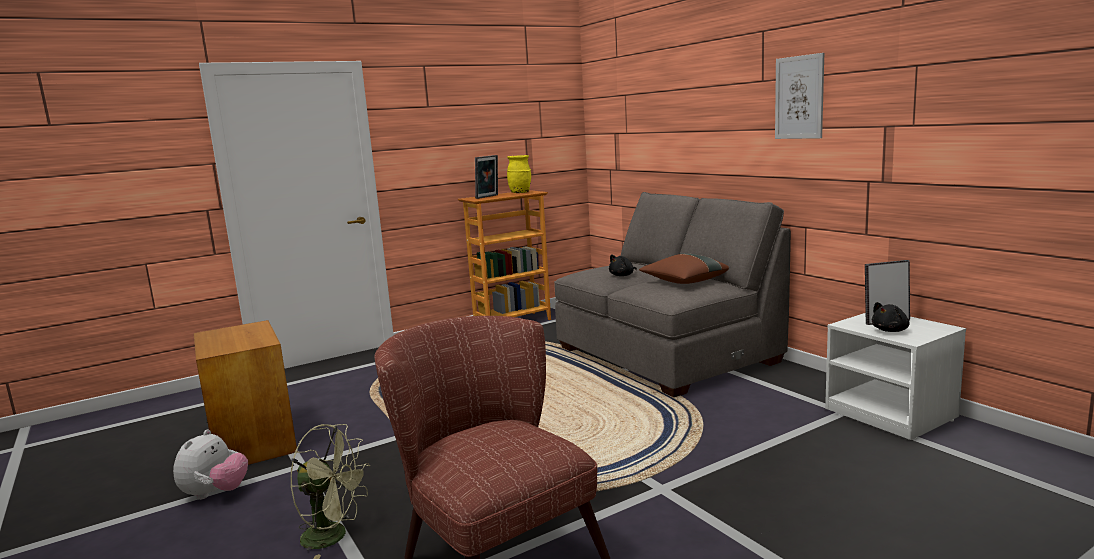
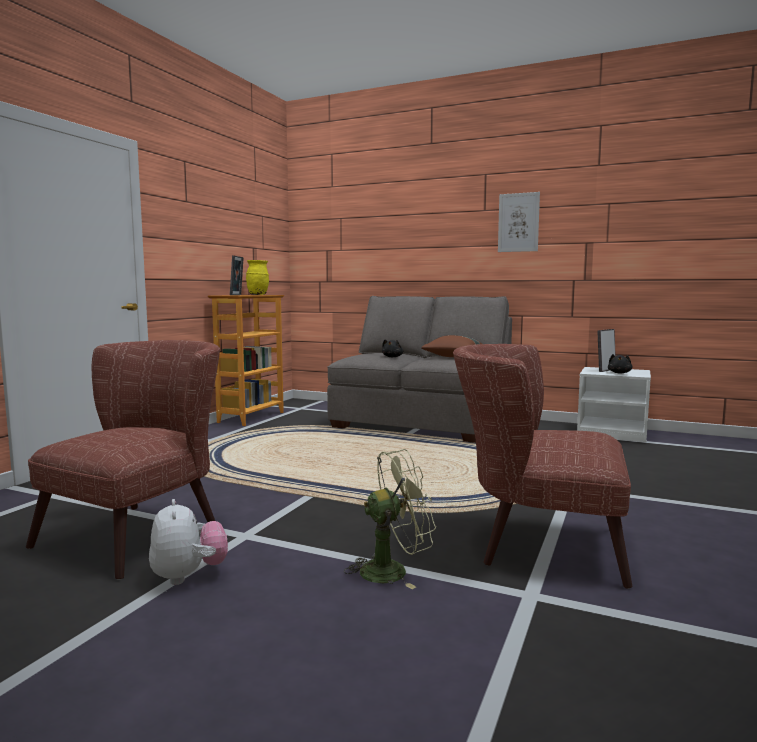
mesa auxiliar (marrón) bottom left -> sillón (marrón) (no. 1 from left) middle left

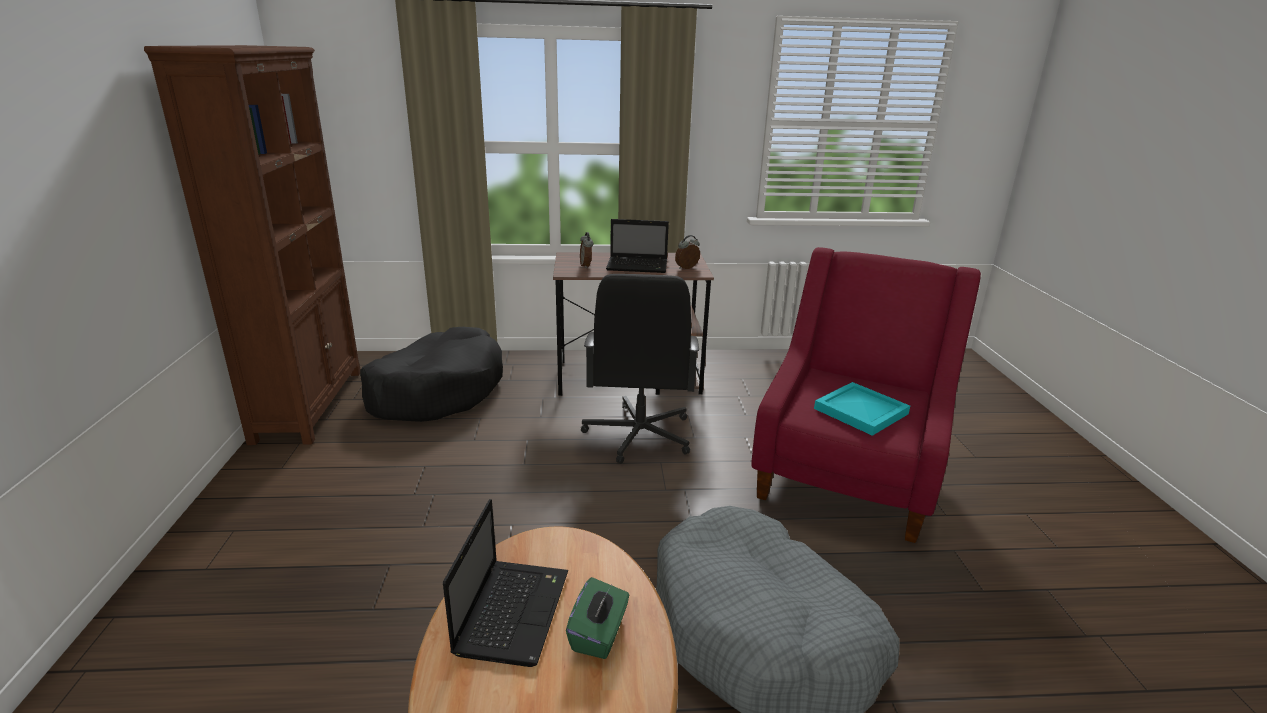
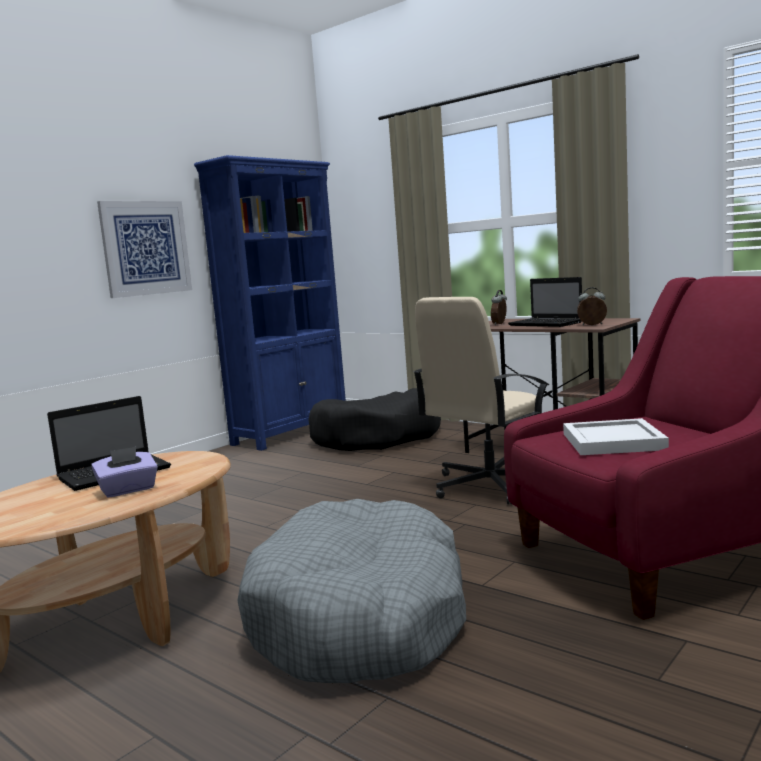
estantería (marrón) middle left -> estantería (azul) centre
silla de oficina (negro) centre -> silla de oficina (beis) centre
bandeja (turquesa) middle right -> bandeja (blanco) middle right
caja de pañuelos (verde) bottom centre -> caja de pañuelos (morado) middle left
none -> cuadro top left

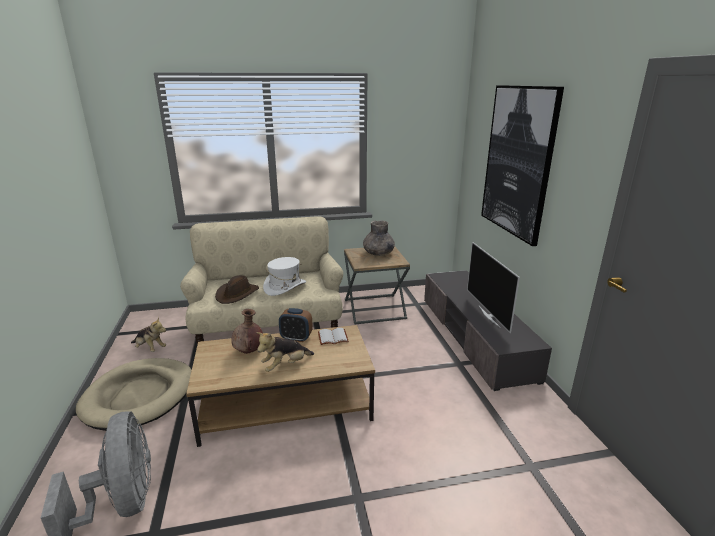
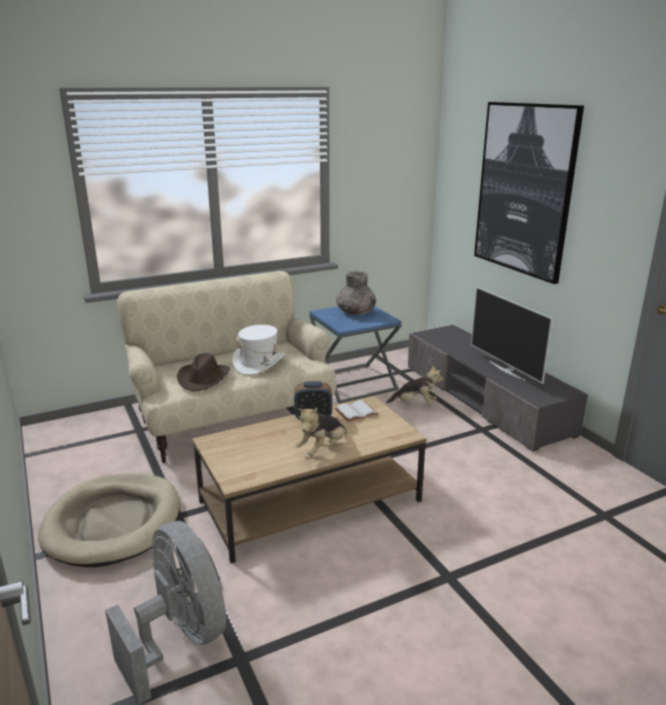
mesa auxiliar (marrón) centre -> mesa auxiliar (azul) centre
florero (marrón) centre -> none
peluche (no. 1 from left in the first image) middle left -> peluche (no. 2 from left) centre, shifted

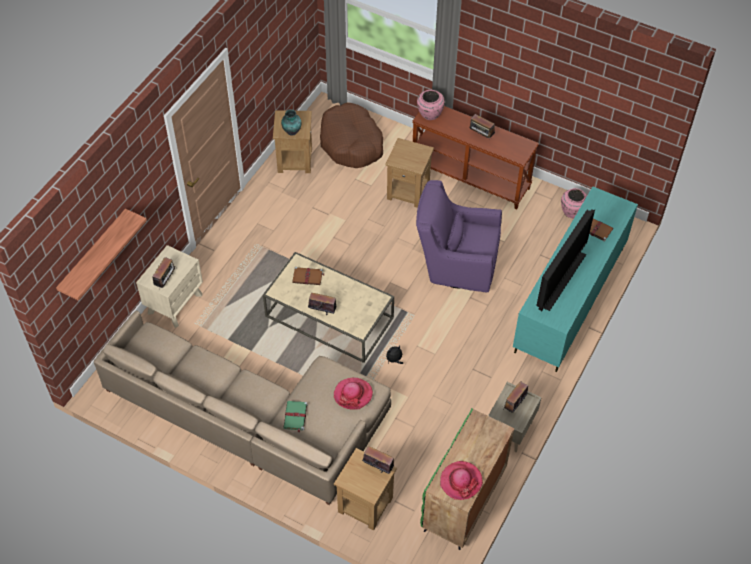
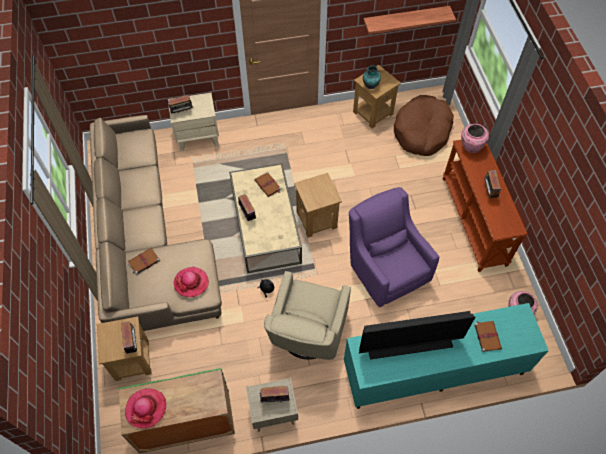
mesa auxiliar (marrón) (no. 3 from left in the first image) top centre -> mesa auxiliar (marrón) (no. 2 from left) centre, shifted
estante middle left -> estante top right, shifted
libro (verde) bottom centre -> libro (marrón) (no. 1 from left) middle left
none -> sillón (beis) bottom centre

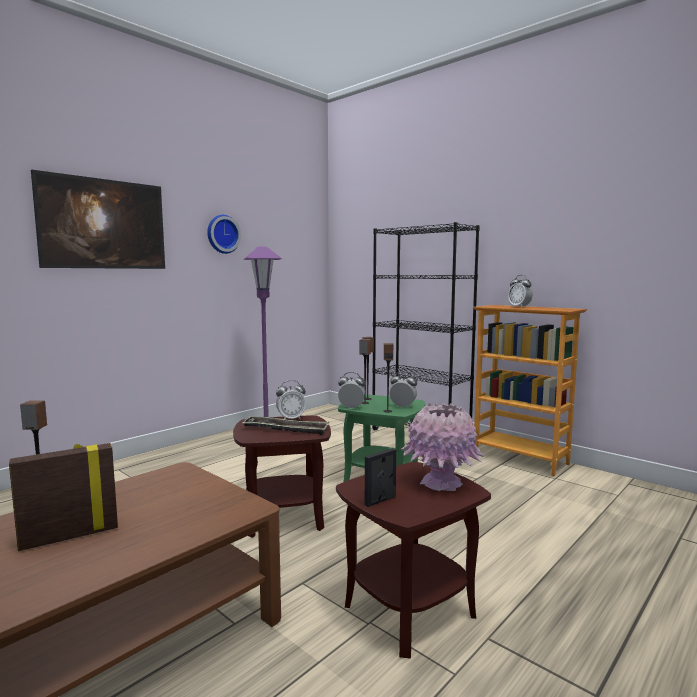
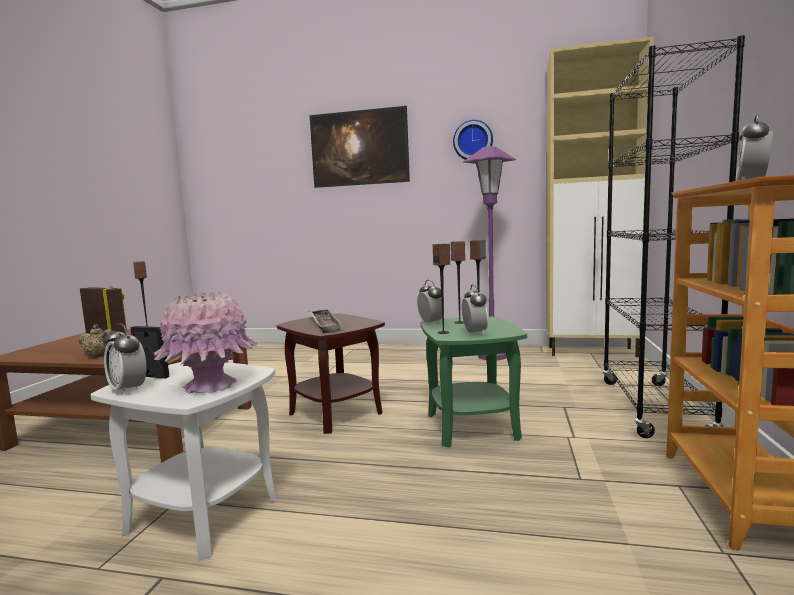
despertador (no. 1 from left) centre -> despertador (no. 1 from left) middle left, shifted
mesa auxiliar (marrón) (no. 2 from left) bottom centre -> mesa auxiliar (blanco) bottom left
none -> armario (beis) top right
none -> tetera (beis) middle left

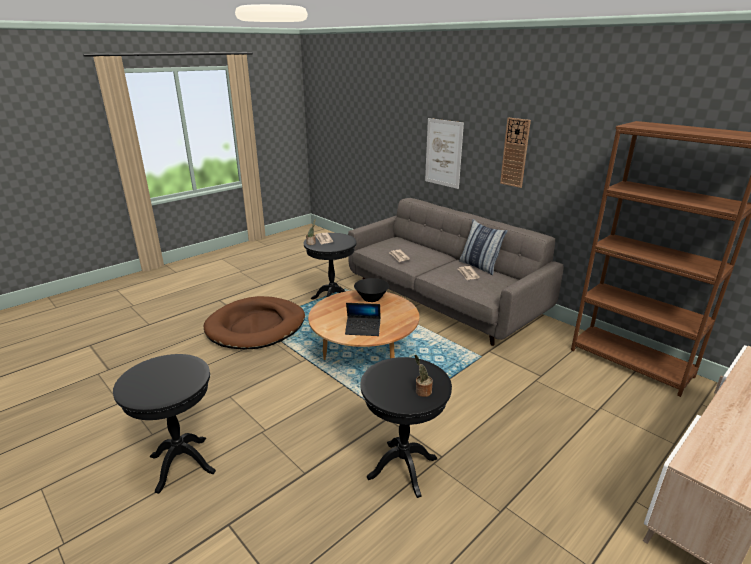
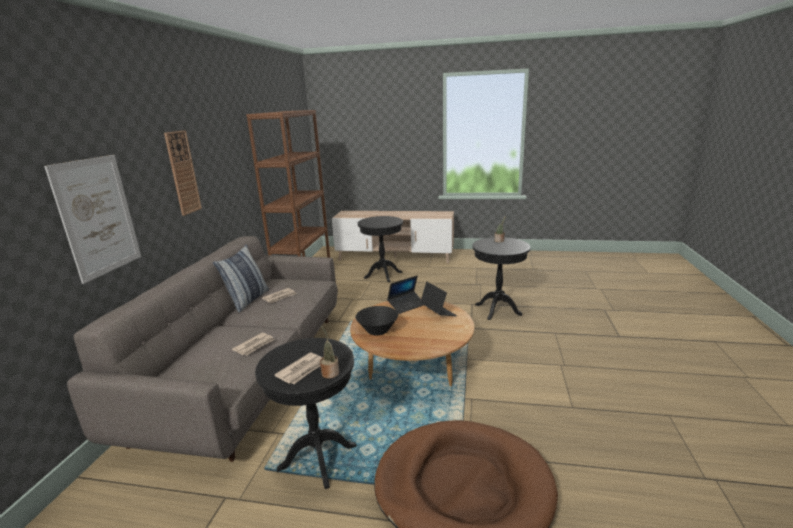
mesa auxiliar (negro) (no. 1 from left in the first image) bottom left -> mesa auxiliar (negro) (no. 2 from left) centre, shifted
none -> portátil (no. 1 from left) centre

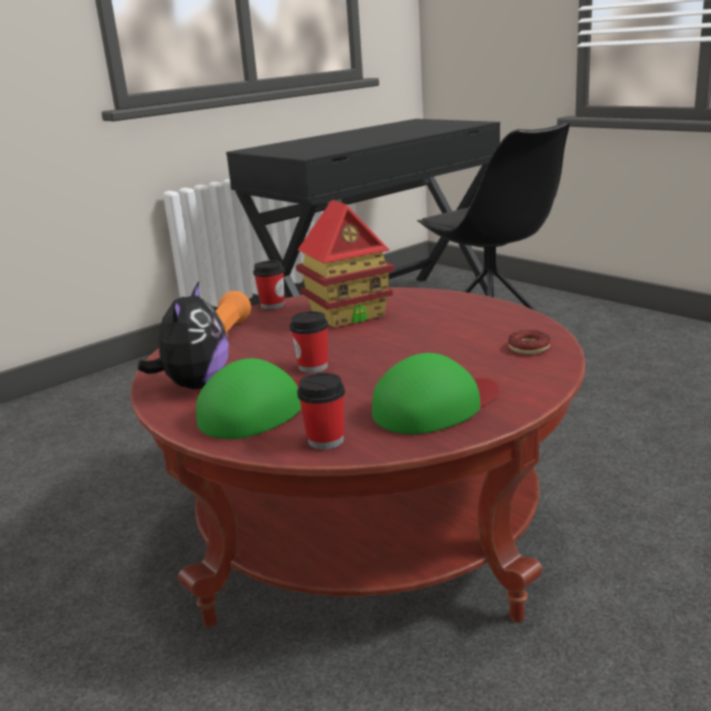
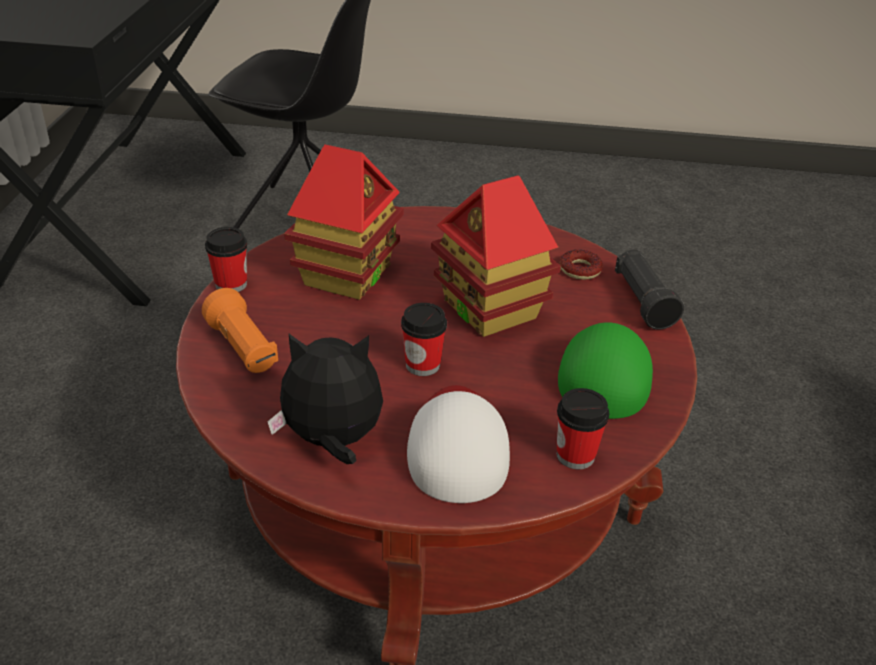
peluche middle left -> peluche centre, 60 degrees counterclockwise
gorra (verde) (no. 1 from left) centre -> gorra (blanco) bottom centre
none -> casita (no. 2 from left) centre
none -> linterna (negro) middle right

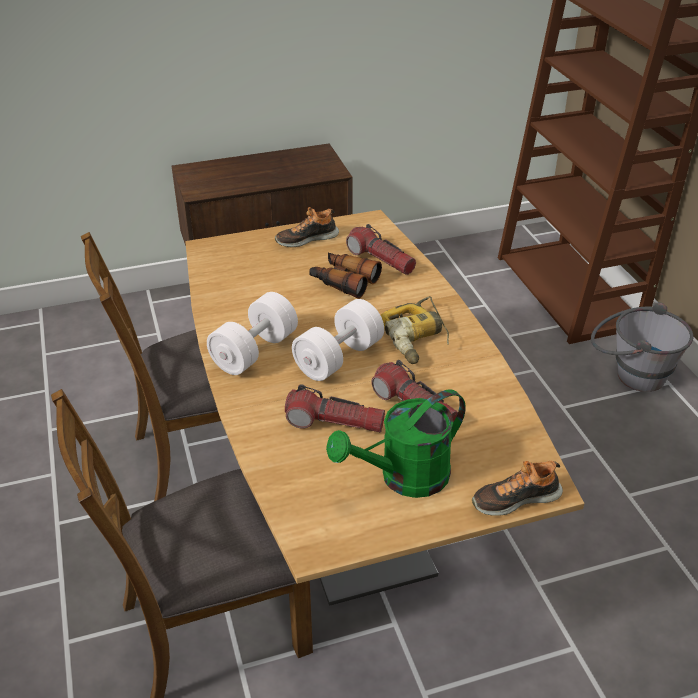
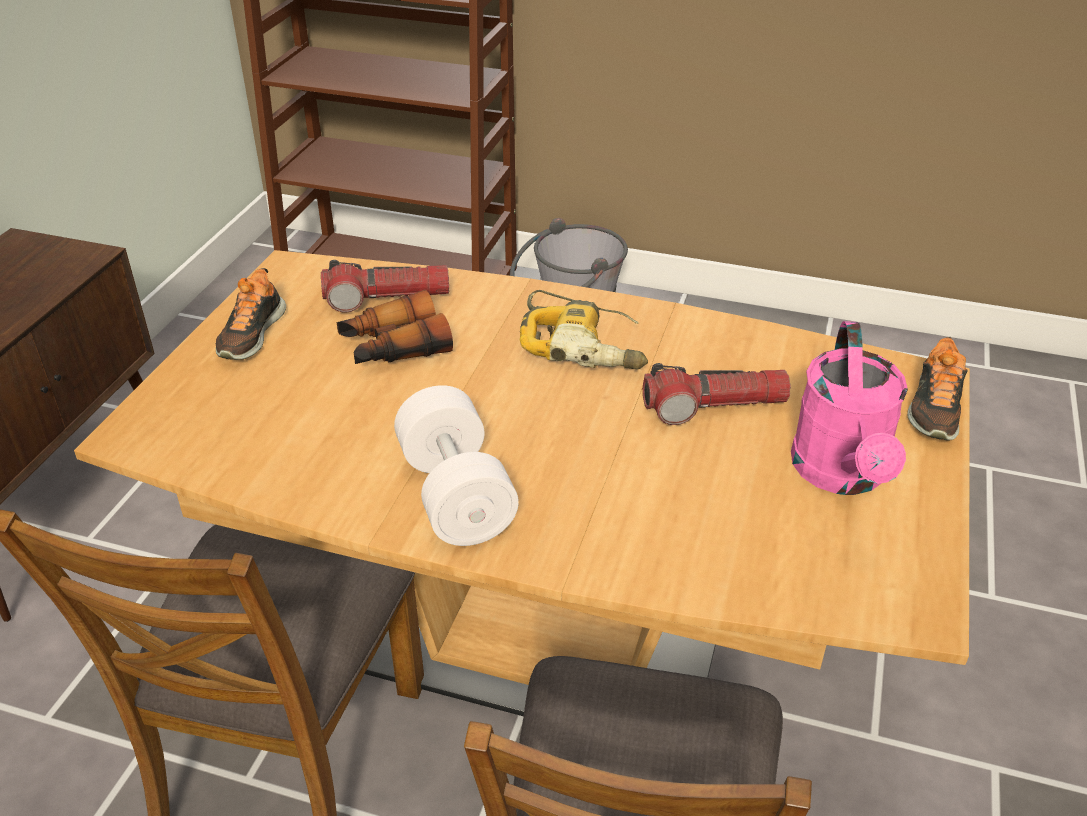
mancuerna (blanco) (no. 2 from left) centre -> none
linterna (no. 1 from left) centre -> none
regadera (verde) centre -> regadera (rosa) middle right

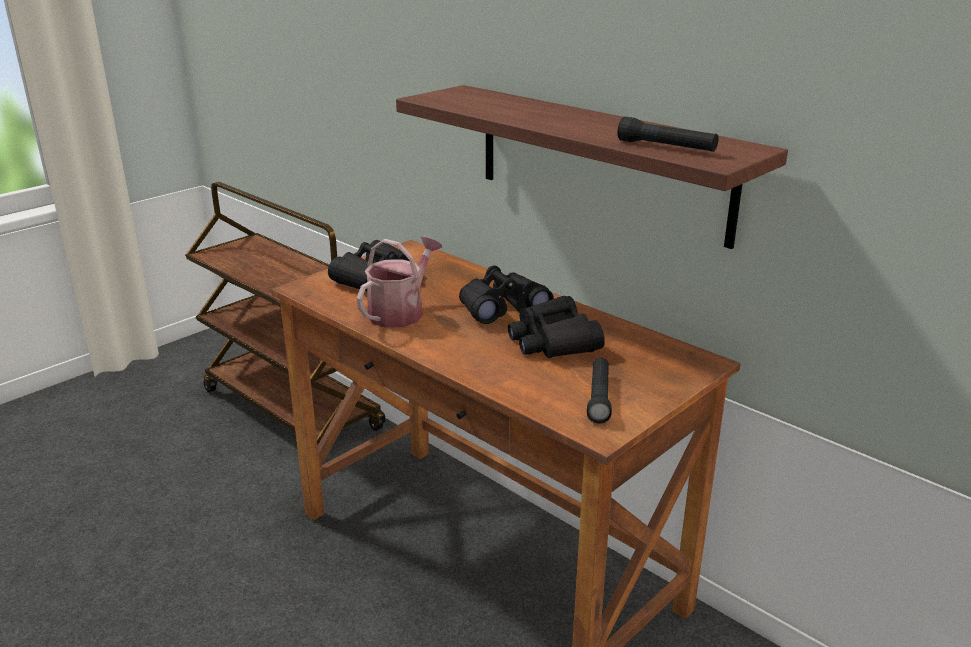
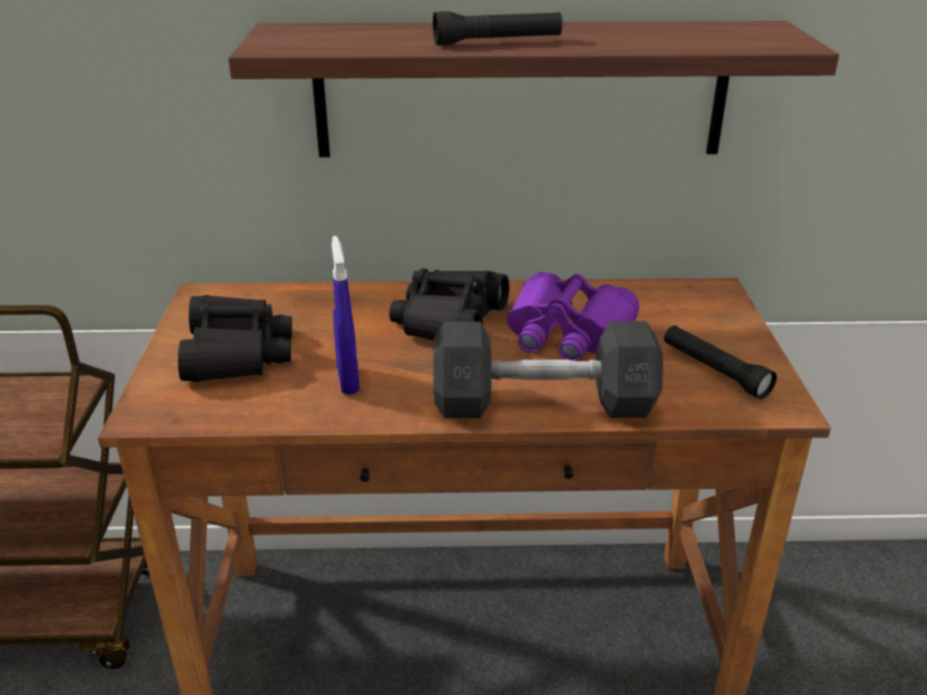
linterna (negro) (no. 2 from left in the first image) top right -> linterna (negro) (no. 1 from left) top centre, shifted
regadera centre -> pulverizador (azul) centre
prismáticos (negro) (no. 3 from left) centre -> prismáticos (morado) centre
none -> mancuerna (gris) centre

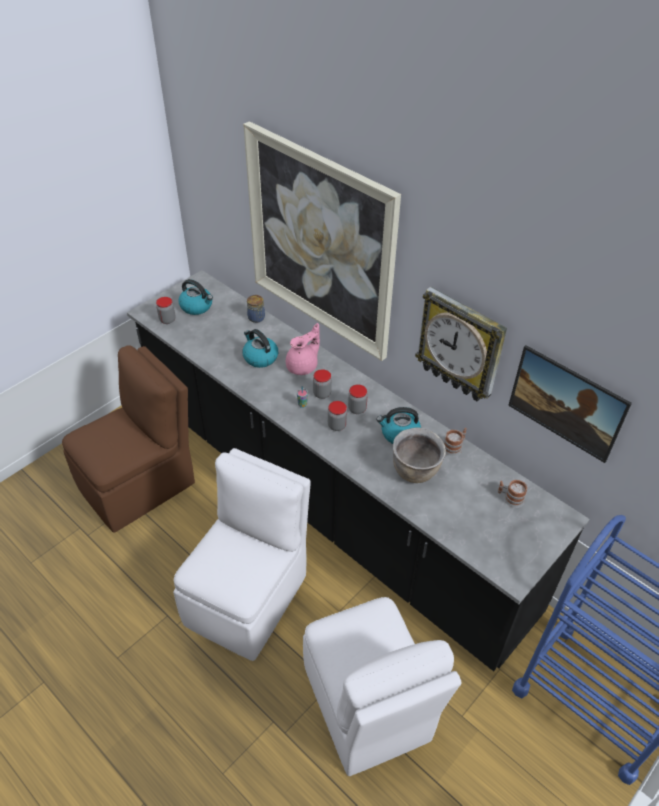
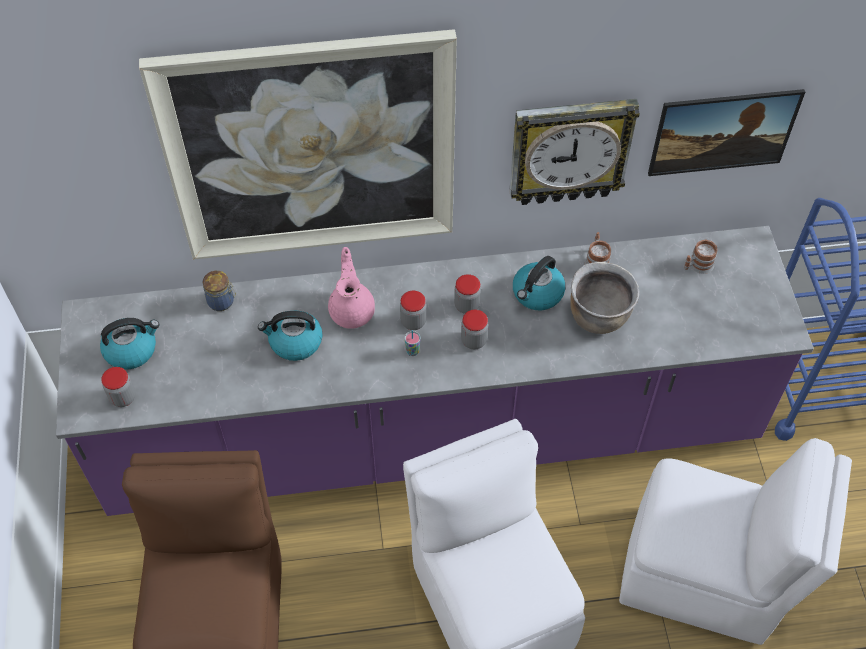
mueble bajo de cocina (negro) centre -> mueble bajo de cocina (morado) centre

